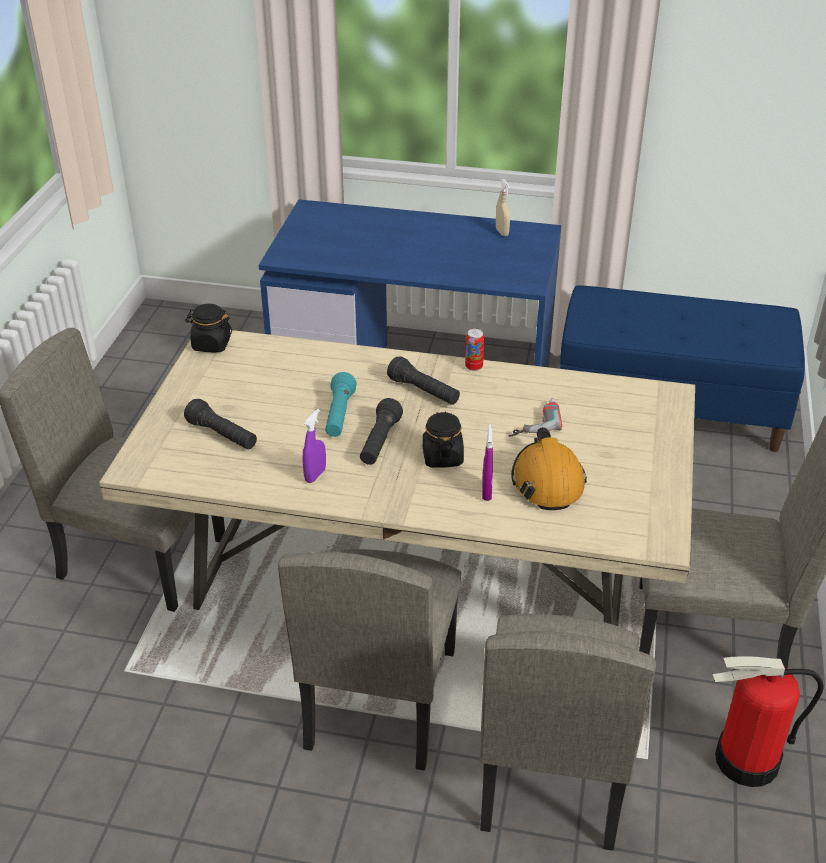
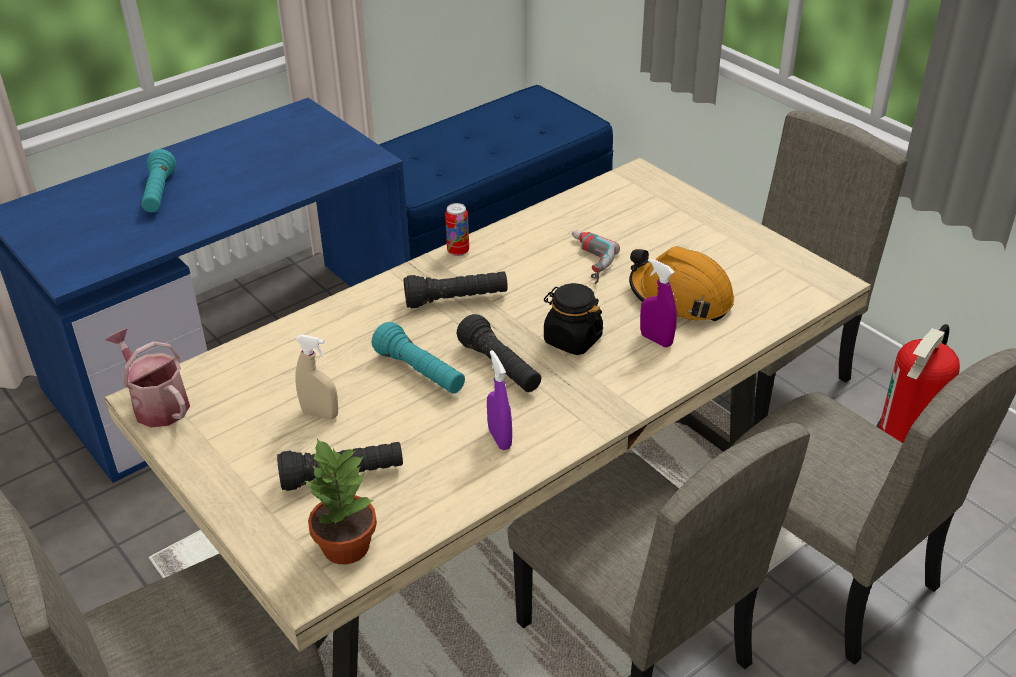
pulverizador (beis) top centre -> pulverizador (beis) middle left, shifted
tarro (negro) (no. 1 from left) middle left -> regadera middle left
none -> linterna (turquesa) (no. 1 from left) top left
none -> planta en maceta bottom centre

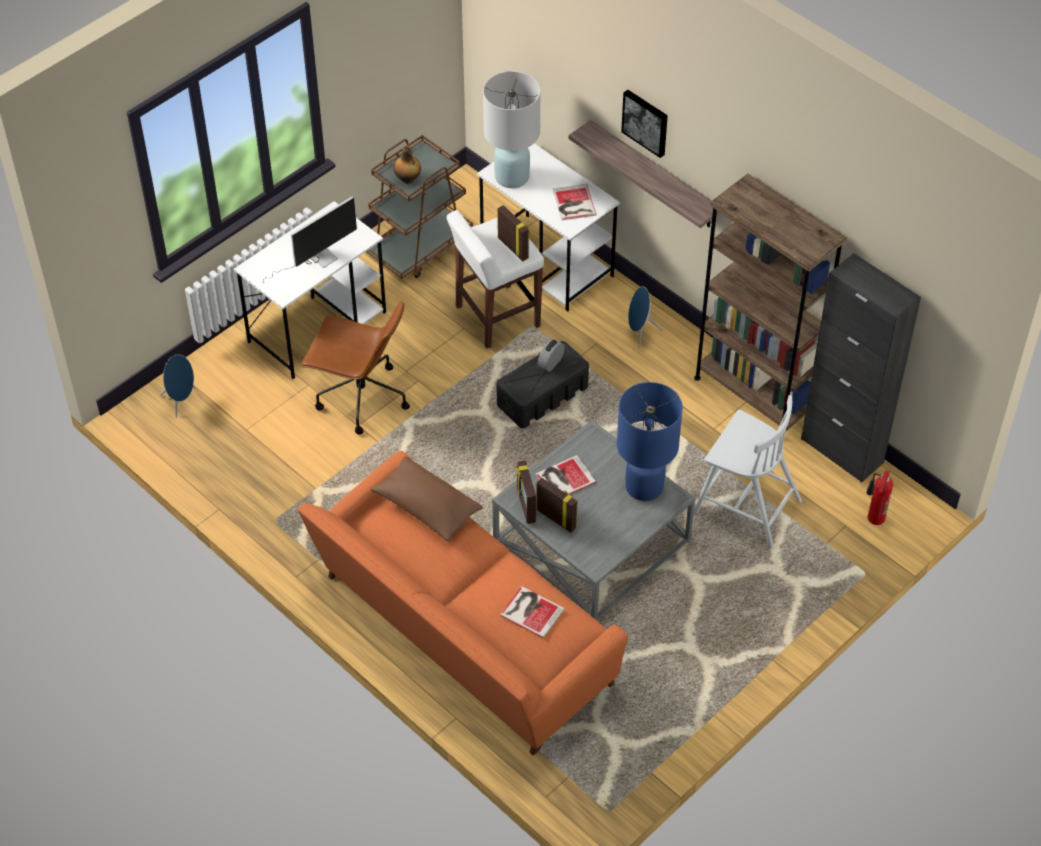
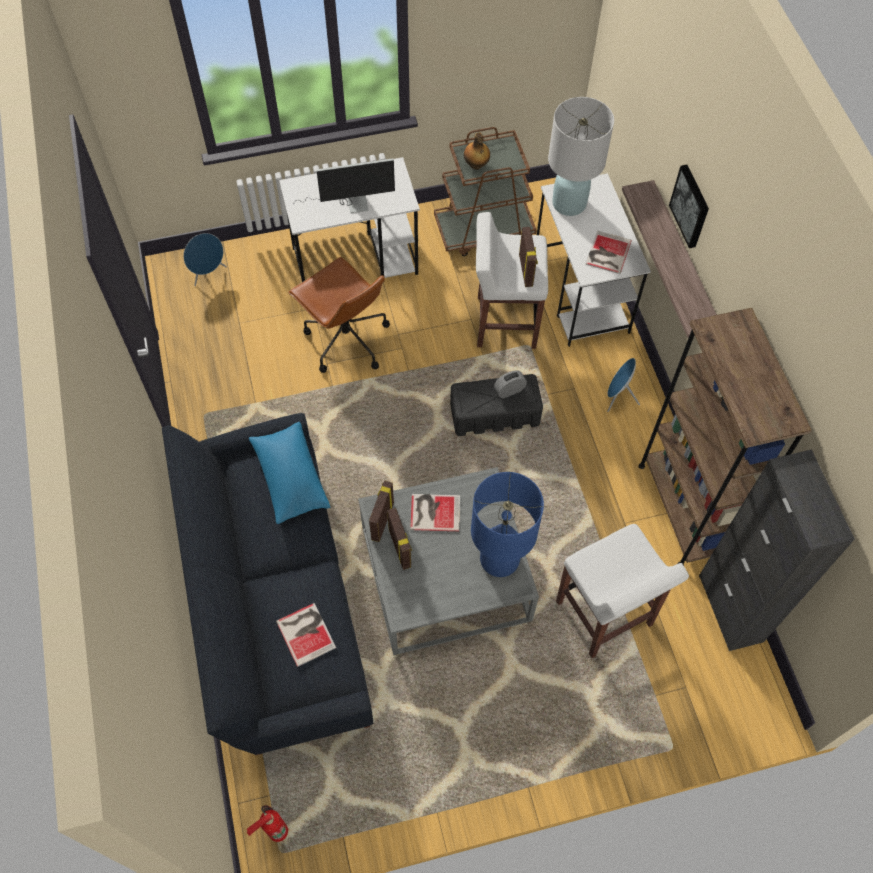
silla (blanco) middle right -> taburete (blanco) (no. 2 from left) bottom right
sofá (naranja) bottom centre -> sofá (negro) bottom left
cojín (marrón) centre -> cojín (azul) middle left
extintor middle right -> extintor bottom left, shifted

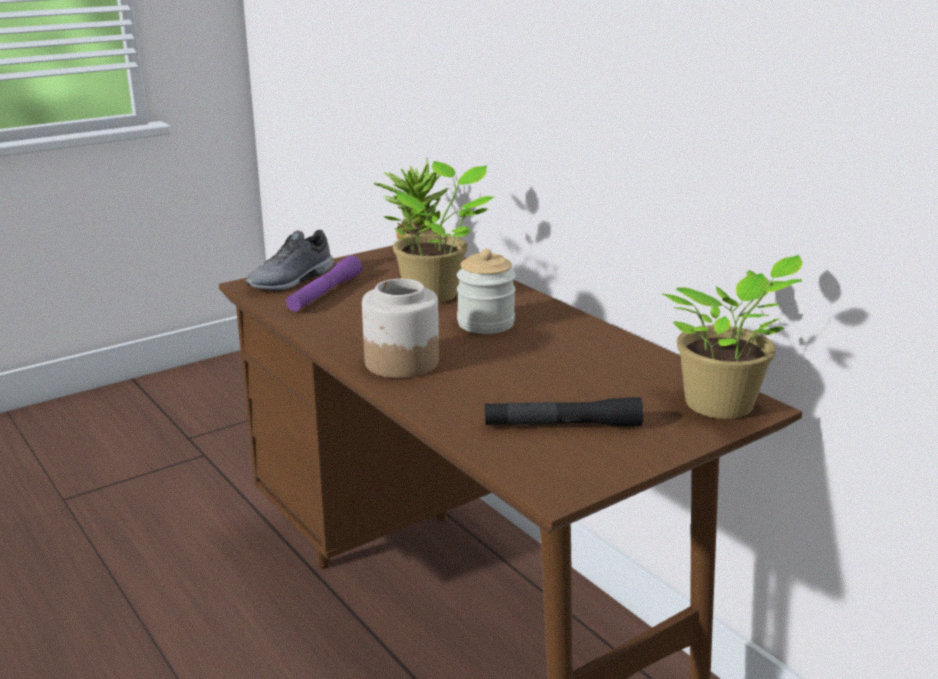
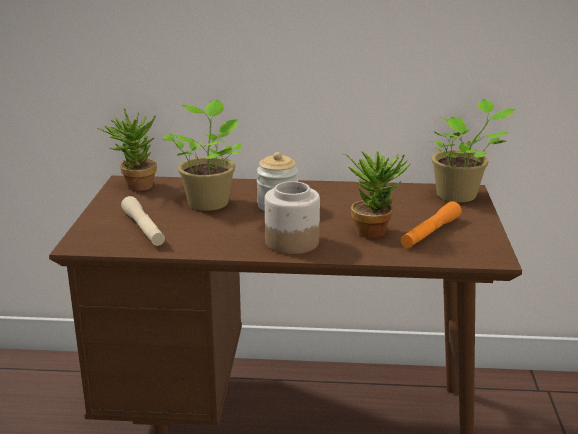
zapato (gris) middle left -> none
linterna (morado) centre -> linterna (beis) middle left
linterna (negro) centre -> linterna (naranja) middle right
none -> planta en maceta (no. 3 from left) centre

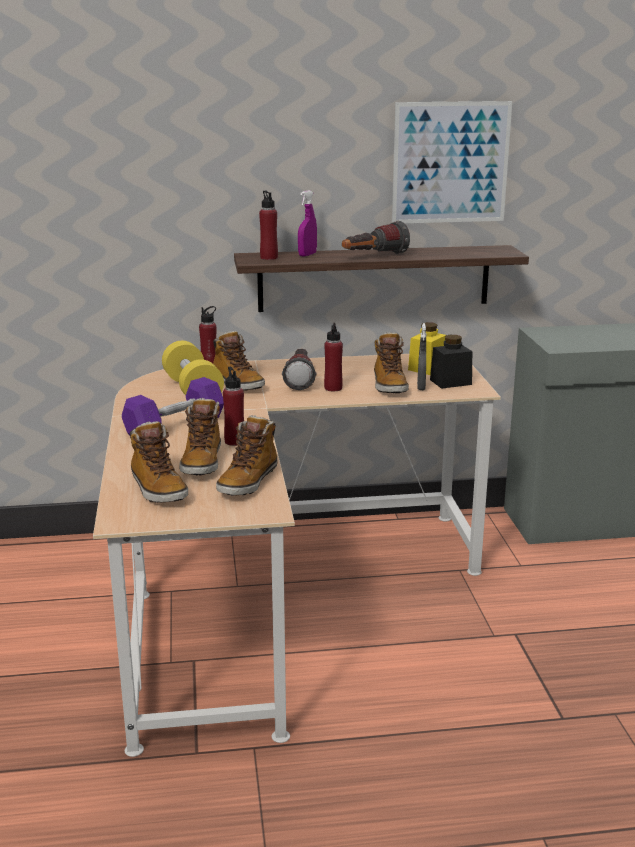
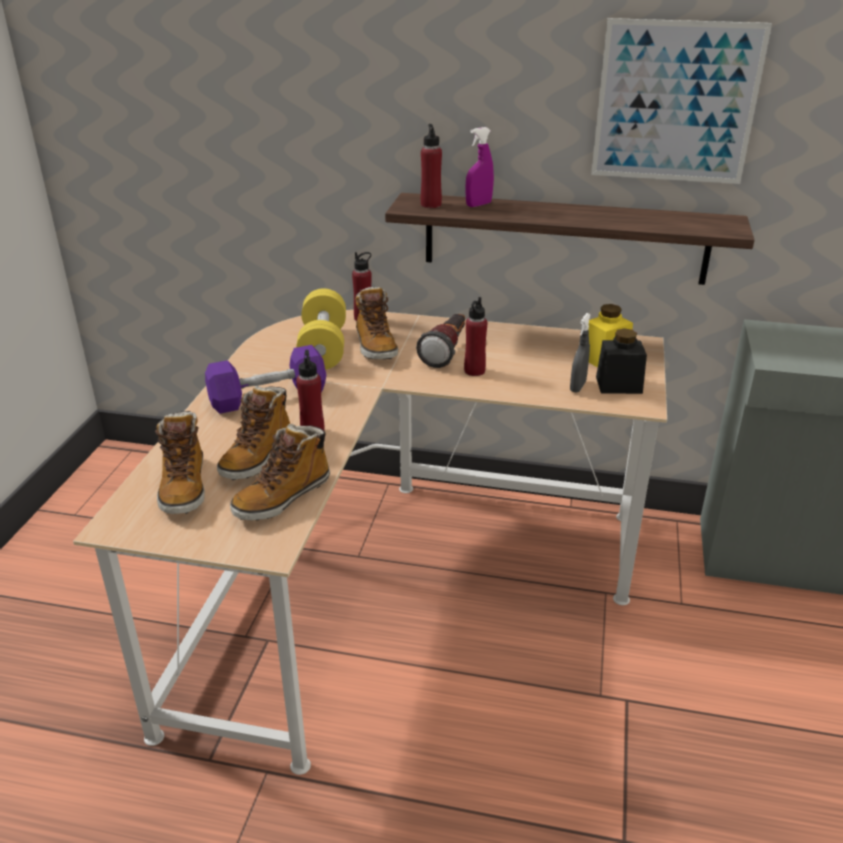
linterna (no. 2 from left) top centre -> none
bota (no. 5 from left) centre -> none

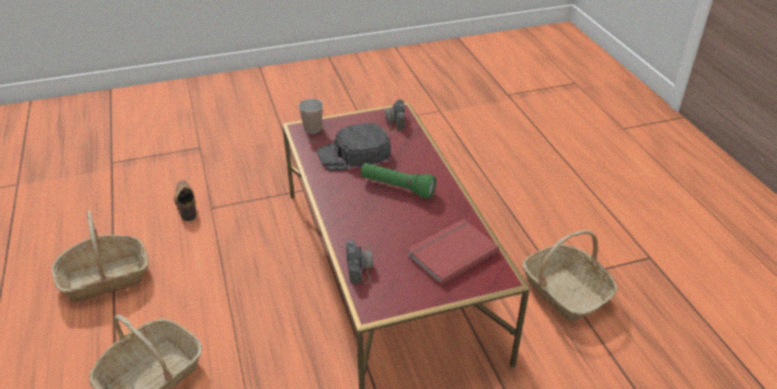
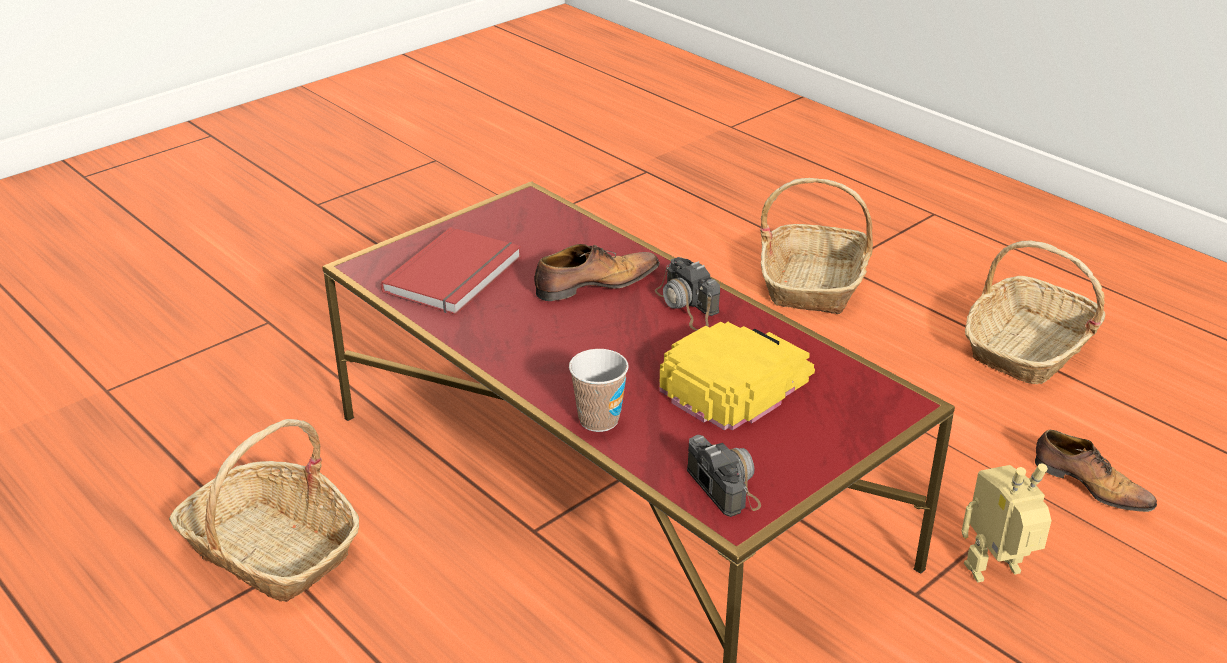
taza top centre -> taza centre, shifted
gorra (negro) centre -> gorra (amarillo) centre
linterna (verde) centre -> none
cámara (no. 1 from left) bottom centre -> cámara (no. 1 from left) centre, shifted
none -> zapato (no. 1 from left) centre
none -> robot de juguete bottom right

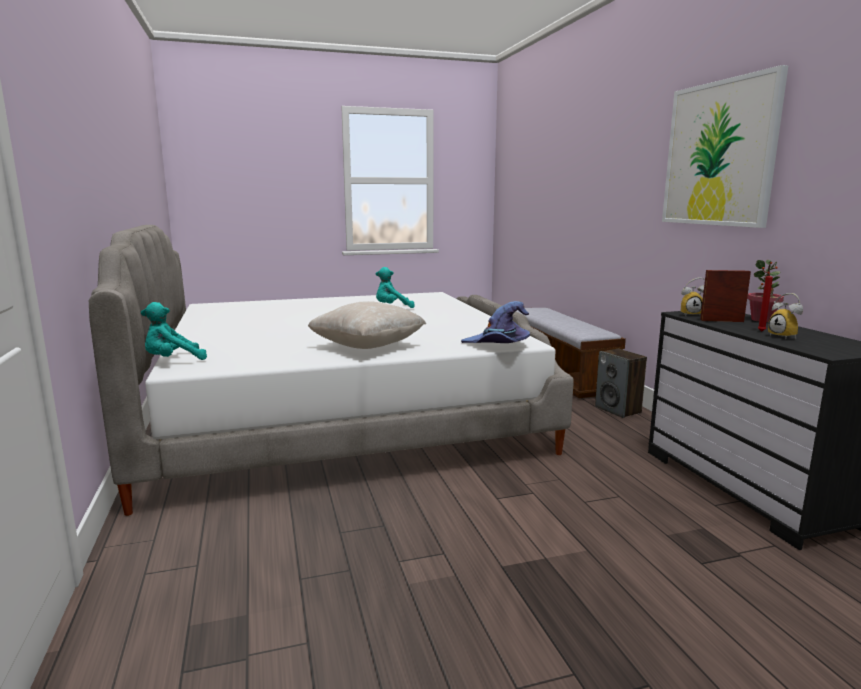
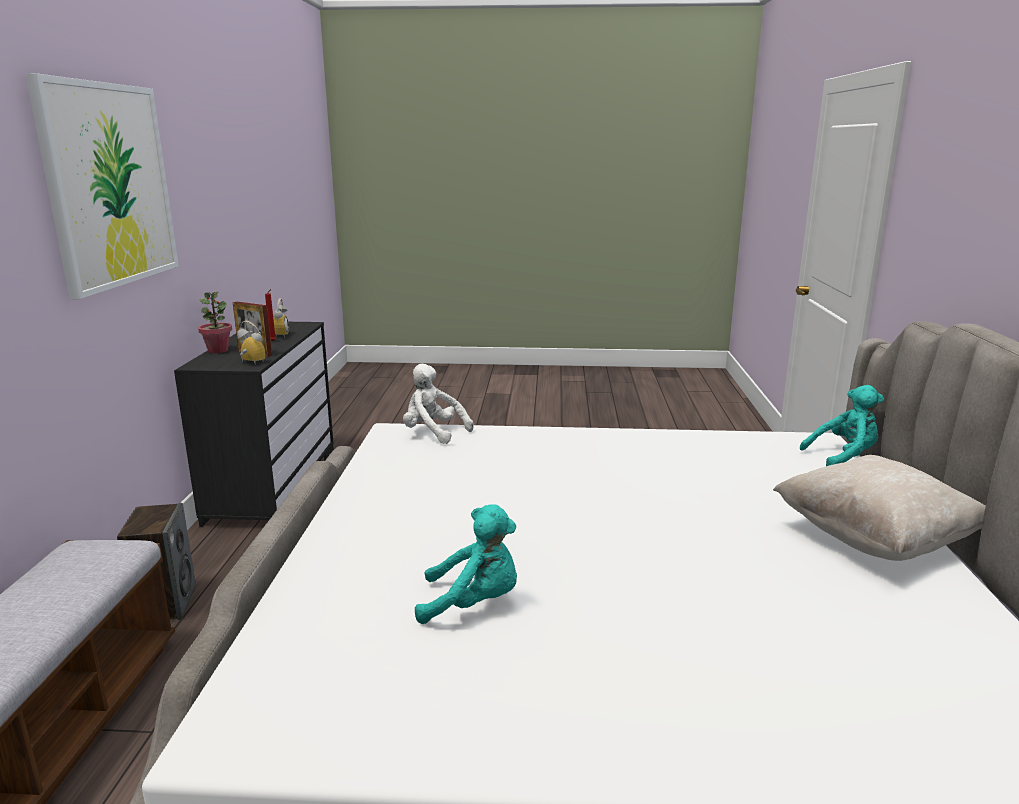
cojín (beis) centre -> cojín (beis) middle right, shifted
sombrero (morado) centre -> peluche (blanco) centre

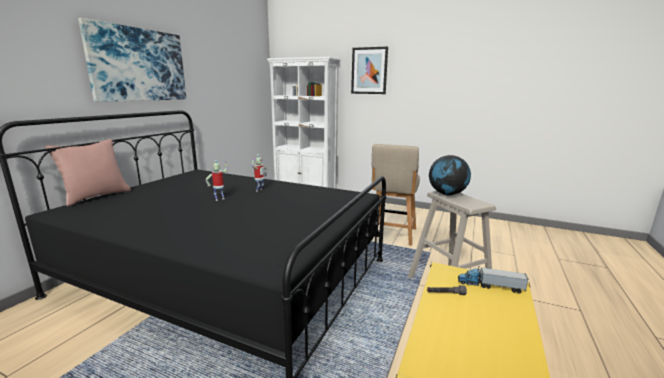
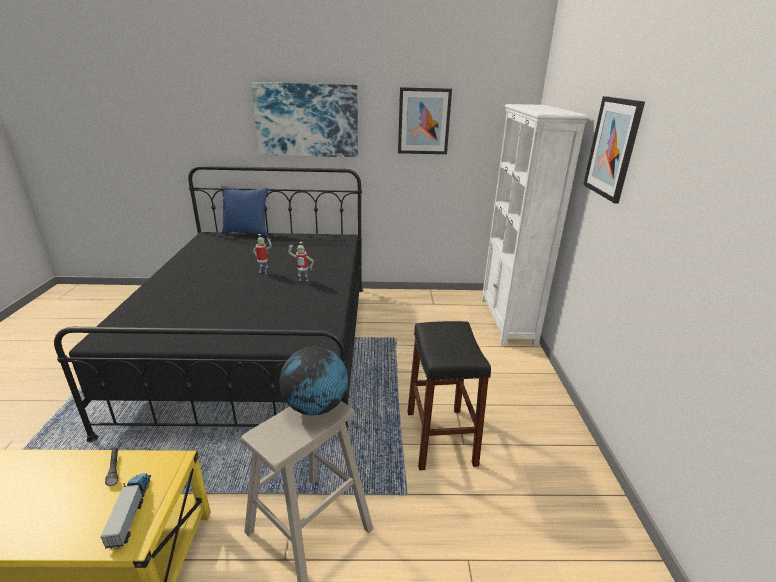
cojín (rosa) middle left -> cojín (azul) middle left
silla (beis) centre -> taburete (negro) bottom centre
none -> cuadro (no. 2 from left) top centre

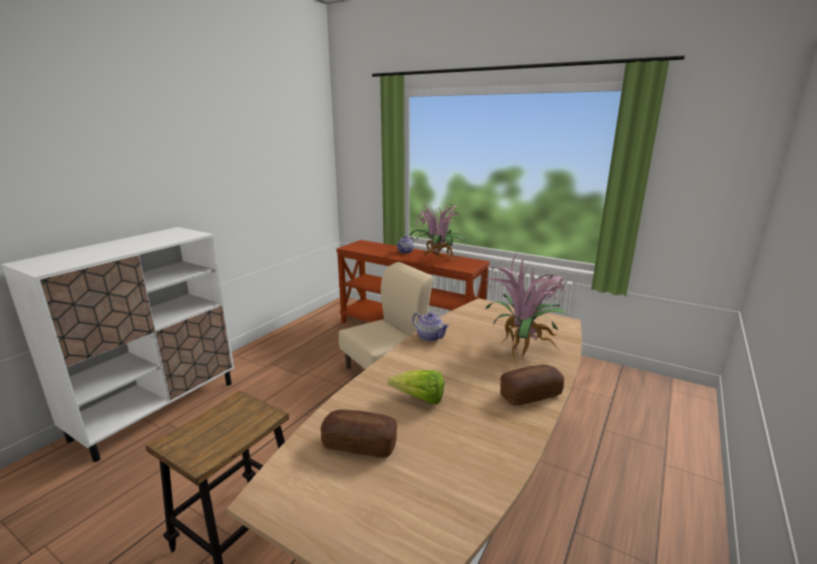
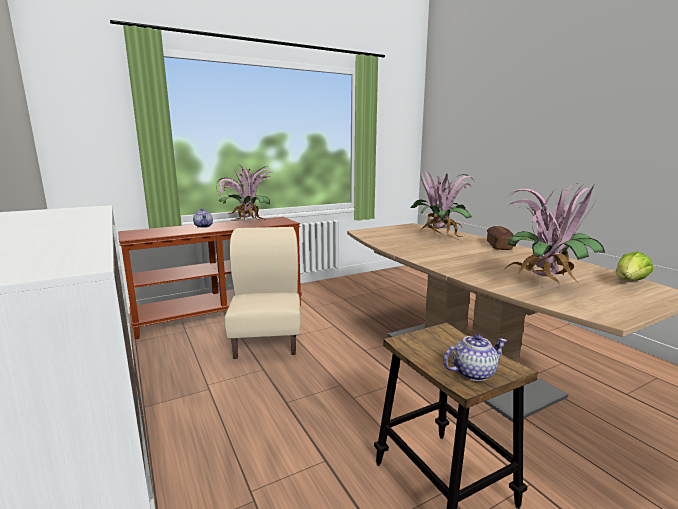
tetera (no. 2 from left) centre -> tetera (no. 2 from left) bottom right, shifted
lechuga bottom centre -> lechuga middle right, shifted
pan (no. 1 from left) bottom centre -> planta en maceta (no. 3 from left) middle right

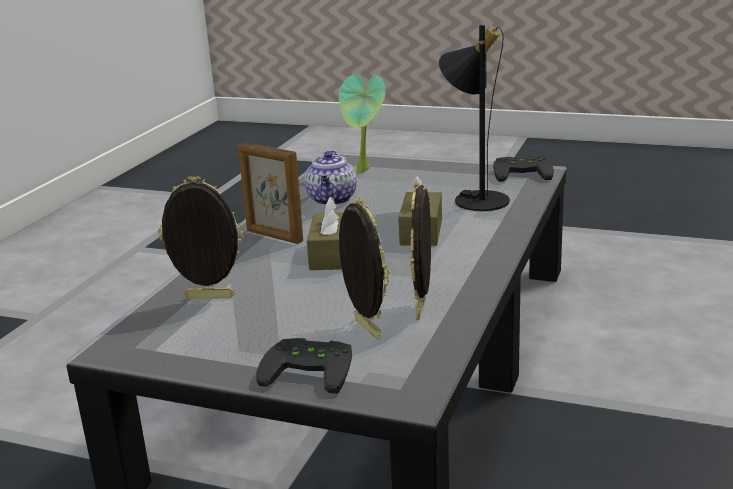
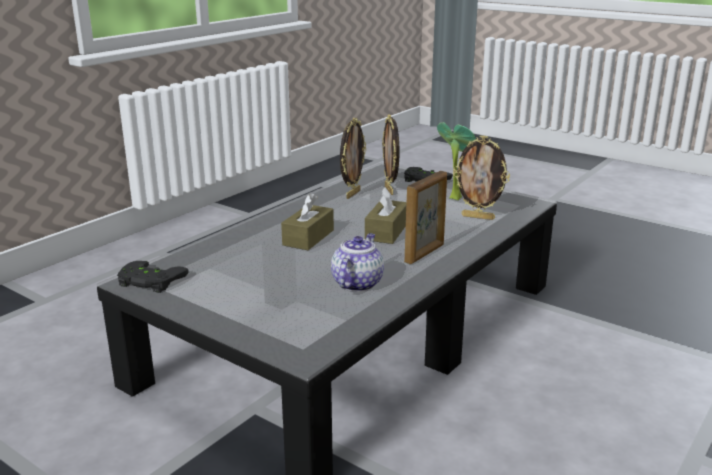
lámpara de mesa (negro) top centre -> none
planta en maceta top centre -> planta en maceta centre, shifted
portarretratos (no. 2 from left in the first image) centre -> portarretratos (no. 3 from left) centre, 75 degrees clockwise

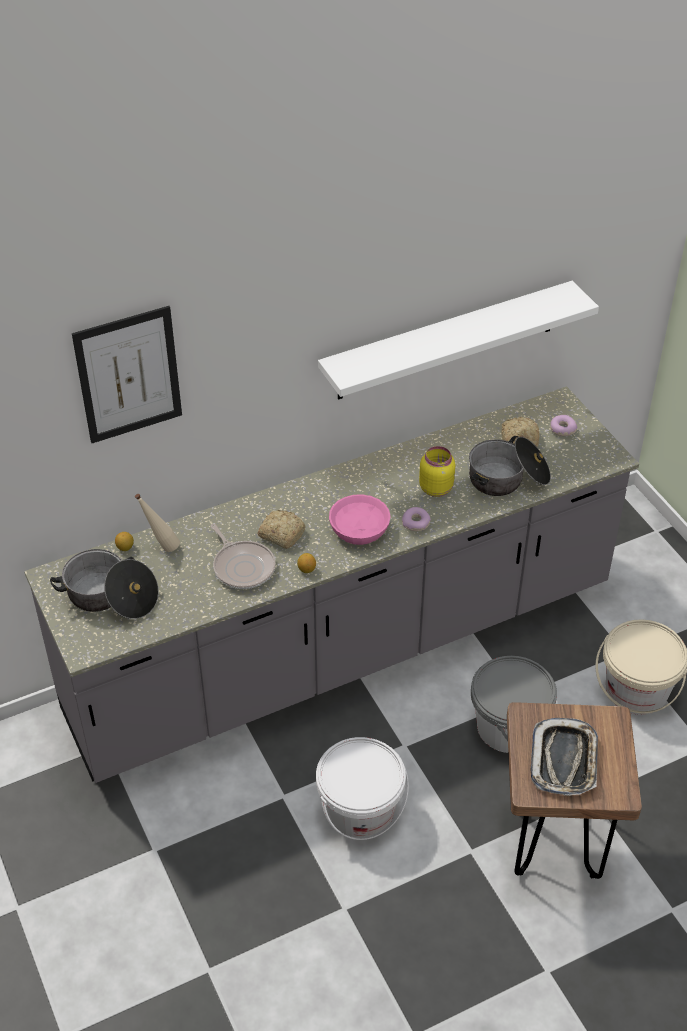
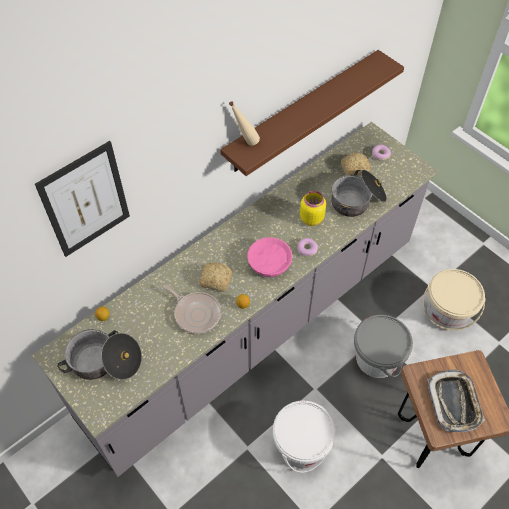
estante (blanco) top right -> estante (marrón) top centre
botella (beis) middle left -> botella (beis) top centre, shifted

